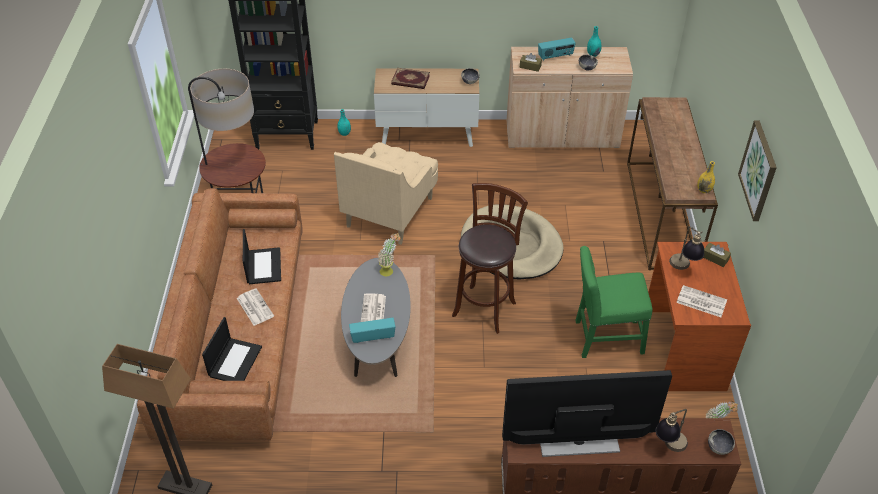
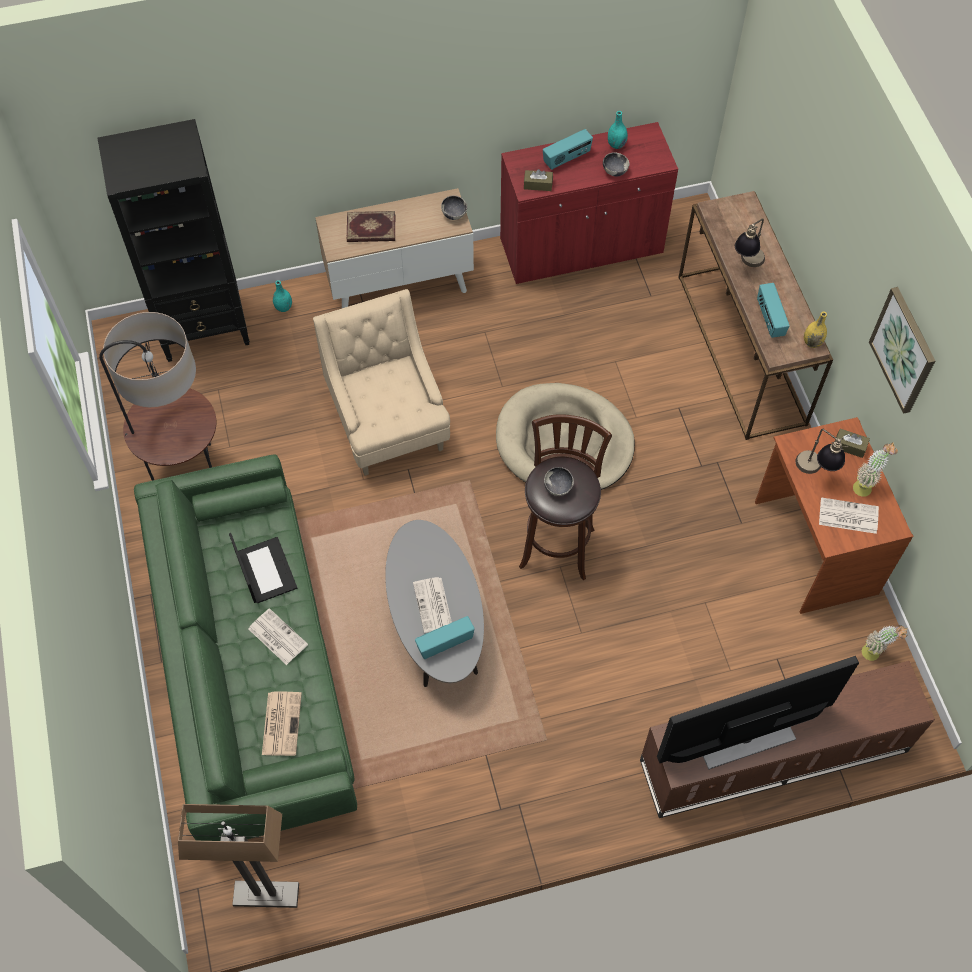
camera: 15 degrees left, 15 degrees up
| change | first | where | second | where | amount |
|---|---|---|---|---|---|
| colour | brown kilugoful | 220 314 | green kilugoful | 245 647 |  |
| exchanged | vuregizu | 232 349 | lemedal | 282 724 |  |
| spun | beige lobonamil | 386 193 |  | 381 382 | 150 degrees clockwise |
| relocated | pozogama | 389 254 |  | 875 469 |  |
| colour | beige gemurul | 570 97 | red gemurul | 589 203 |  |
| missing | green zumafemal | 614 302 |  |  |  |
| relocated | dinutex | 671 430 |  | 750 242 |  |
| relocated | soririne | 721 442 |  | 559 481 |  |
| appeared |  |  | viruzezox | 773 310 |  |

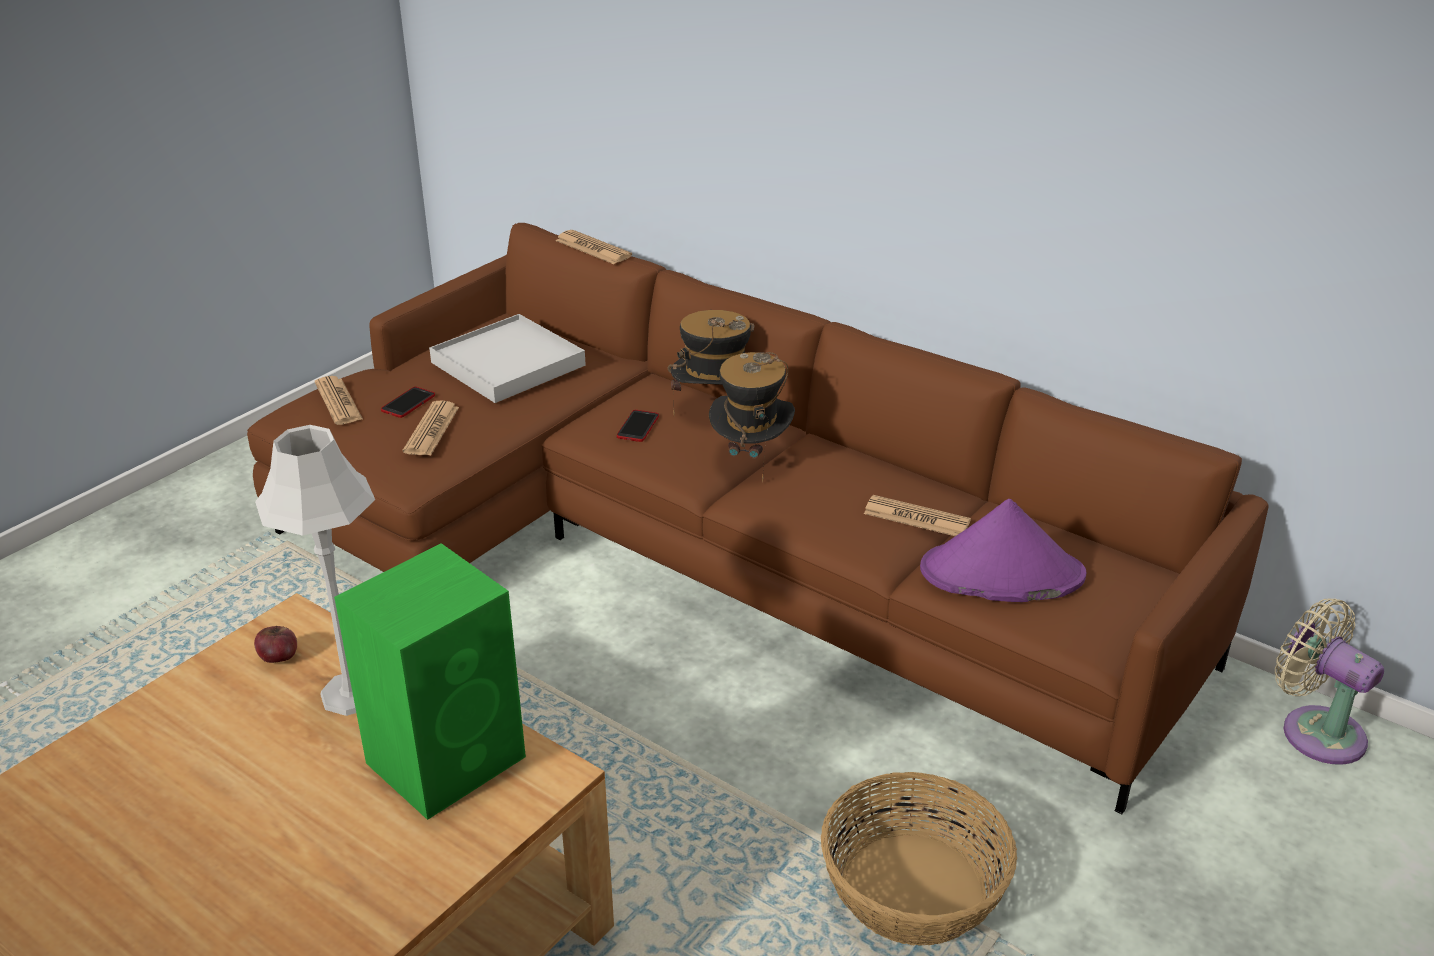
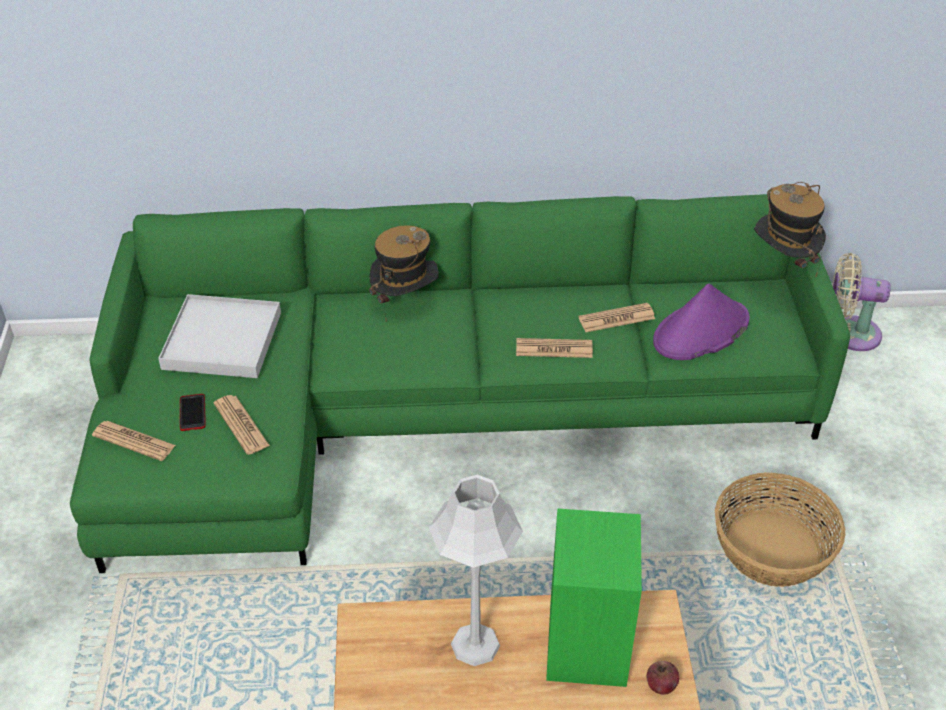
camera: 40 degrees left, 10 degrees up
| change | first | where | second | where | amount |
|---|---|---|---|---|---|
| colour | brown kilugoful | 758 518 | green kilugoful | 460 383 |  |
| relocated | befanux | 275 644 |  | 663 678 |  |
| relocated | lemedal | 593 247 |  | 554 348 |  |
| missing | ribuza | 638 426 |  |  |  |
| relocated | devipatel | 752 417 |  | 790 230 |  |

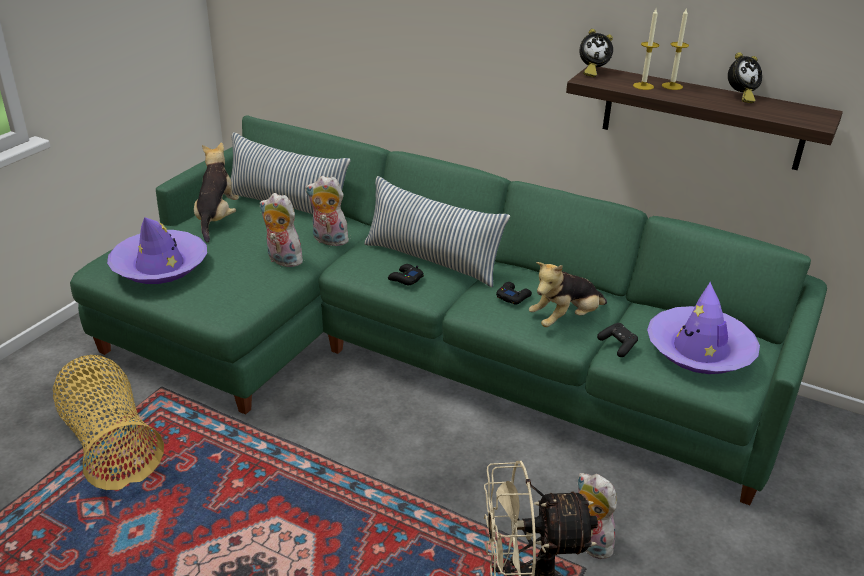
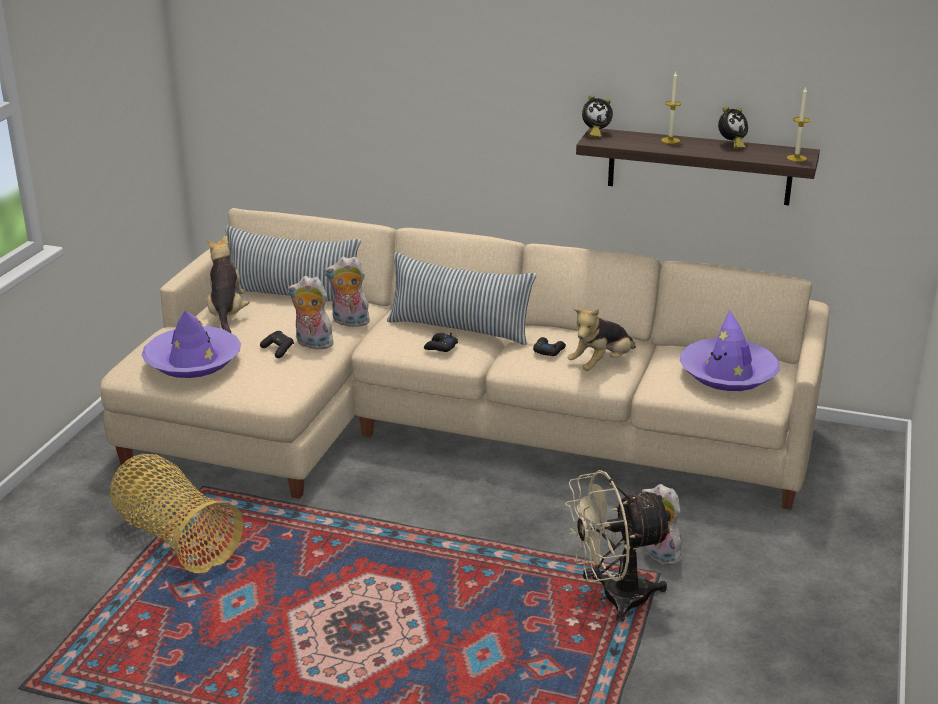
camera: 10 degrees left, 5 degrees down
| change | first | where | second | where | amount |
|---|---|---|---|---|---|
| colour | green kilugoful | 448 310 | beige kilugoful | 465 359 |  |
| relocated | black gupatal | 617 340 |  | 277 344 |  |
| relocated | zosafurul | 646 49 |  | 798 124 |  |

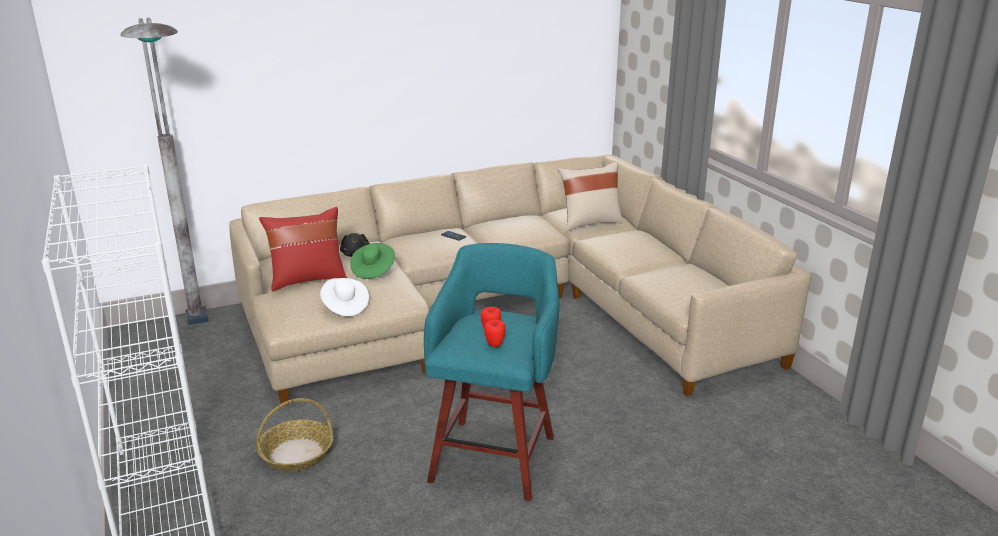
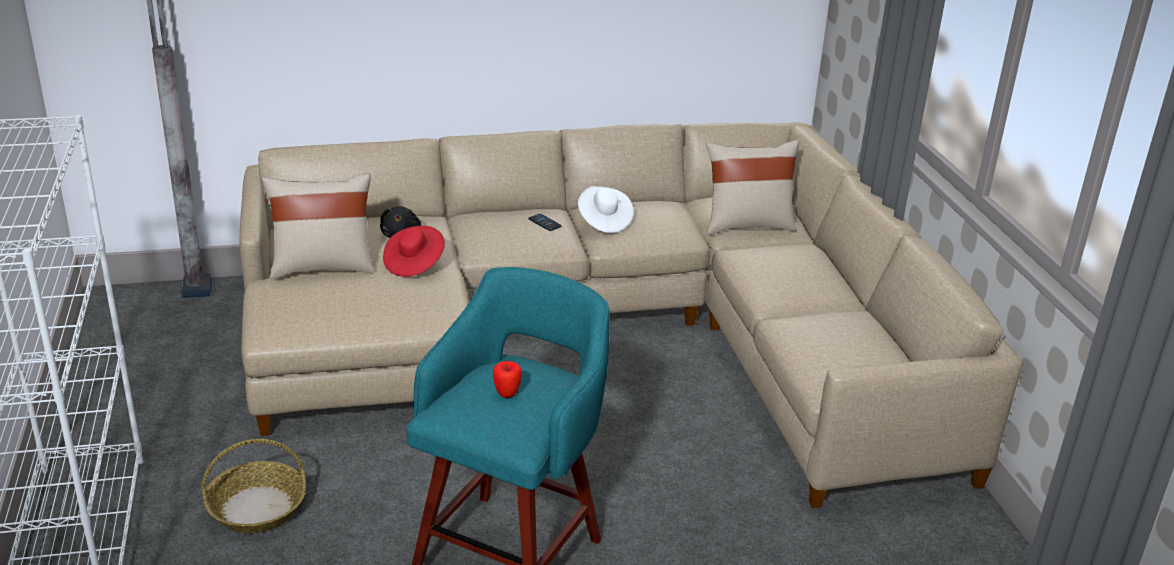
camera: 10 degrees right, 5 degrees up
| change | first | where | second | where | amount |
|---|---|---|---|---|---|
| colour | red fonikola | 303 249 | beige fonikola | 318 226 |  |
| relocated | white devipatel | 344 297 |  | 606 209 |  |
| colour | green devipatel | 372 261 | red devipatel | 414 251 |  |
| missing | befanux | 494 333 |  |  |  |

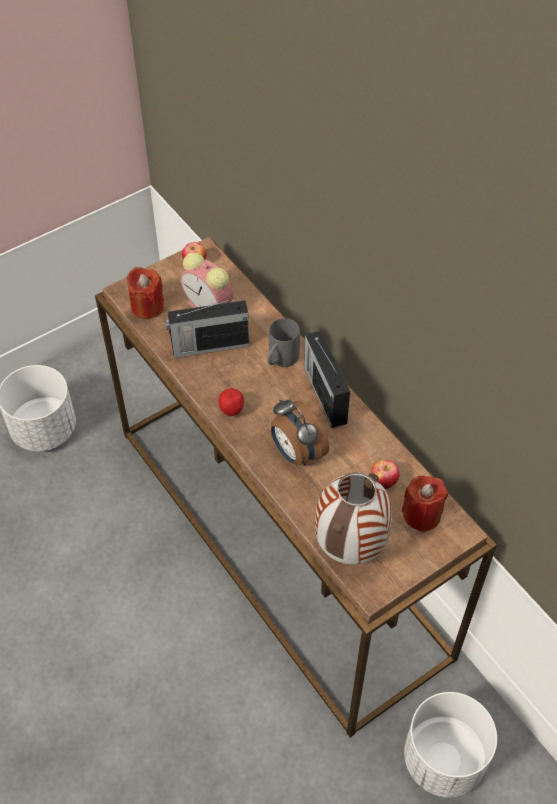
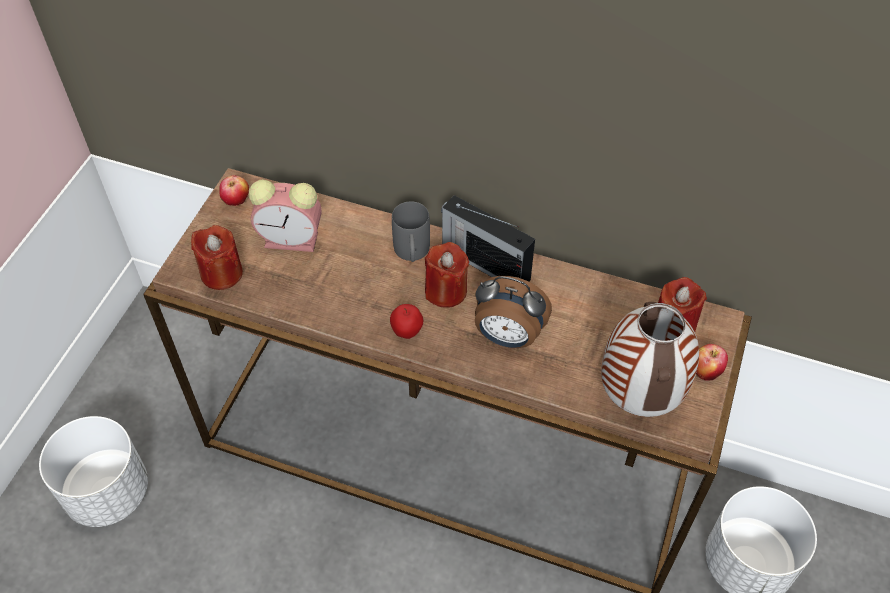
camera: 35 degrees left, 0 degrees up
| change | first | where | second | where | amount |
|---|---|---|---|---|---|
| missing | viruzezox | 207 328 |  |  |  |
| relocated | befanux | 385 474 |  | 712 362 |  |
| appeared |  |  | red zosafurul | 447 275 |  |

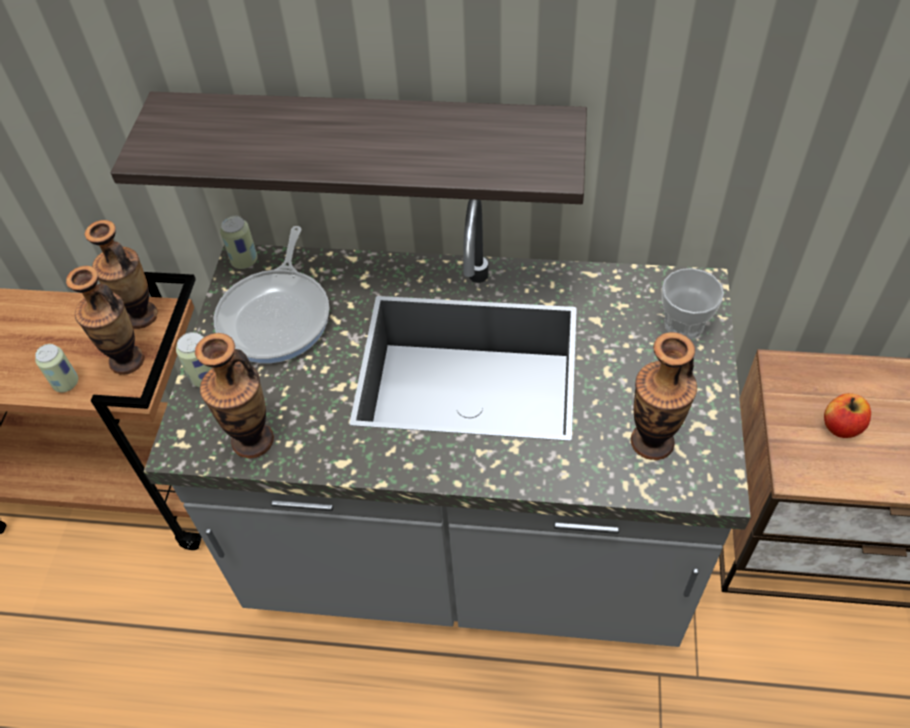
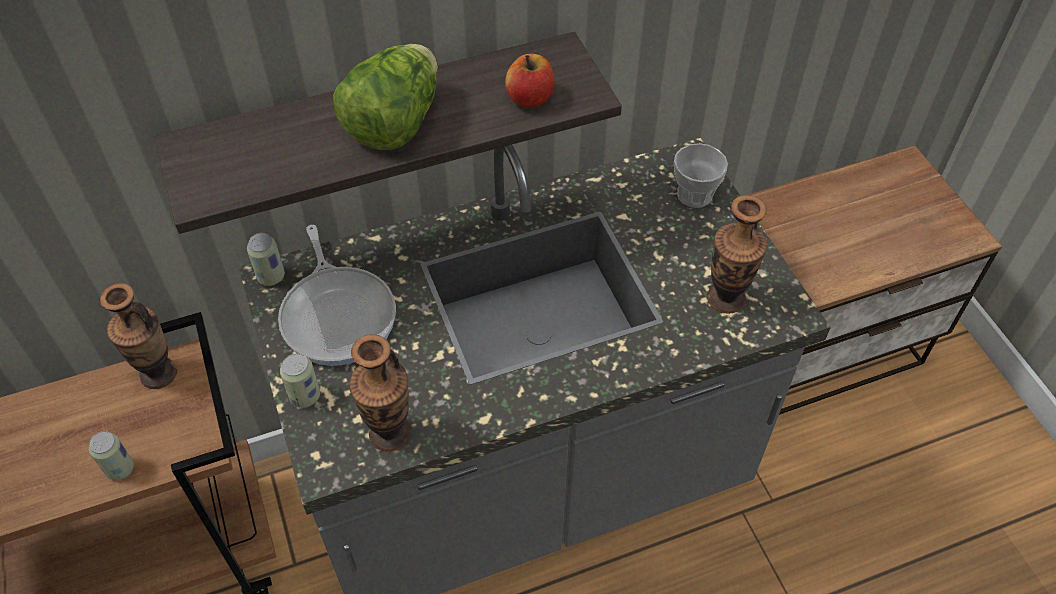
camera: 30 degrees left, 0 degrees up
| change | first | where | second | where | amount |
|---|---|---|---|---|---|
| missing | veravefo | 105 320 |  |  |  |
| relocated | befanux | 847 415 |  | 529 81 |  |
| appeared |  |  | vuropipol | 385 97 |  |

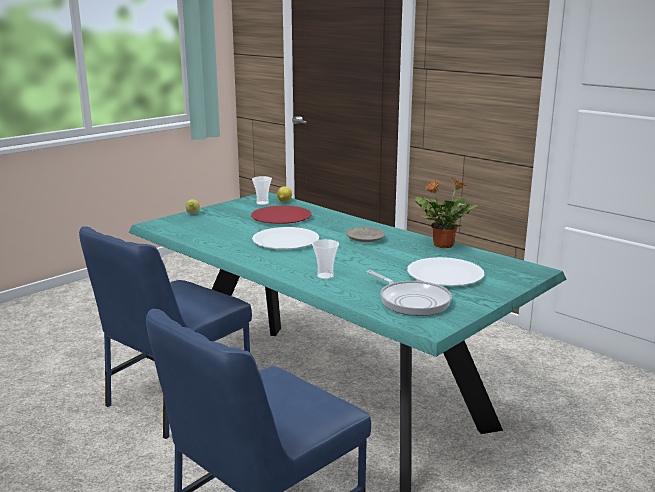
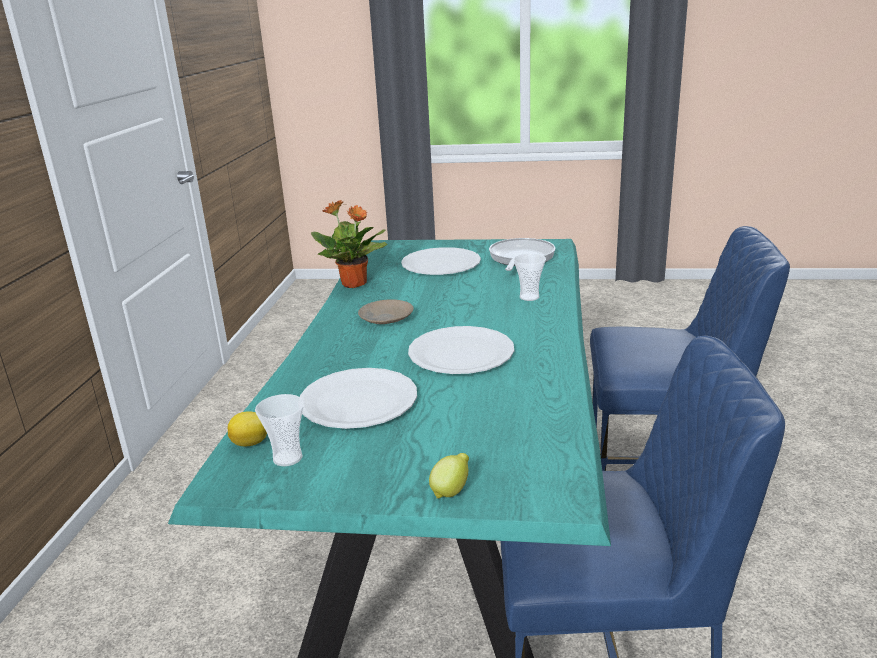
camera: 125 degrees left, 5 degrees up
| change | first | where | second | where | amount |
|---|---|---|---|---|---|
| colour | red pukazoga | 281 215 | white pukazoga | 358 398 |  |

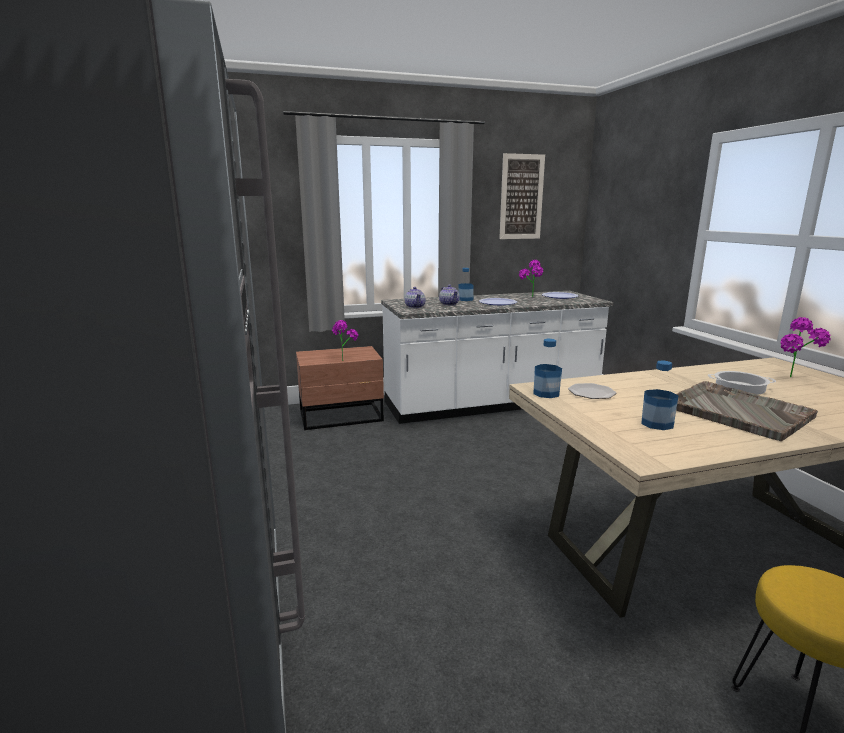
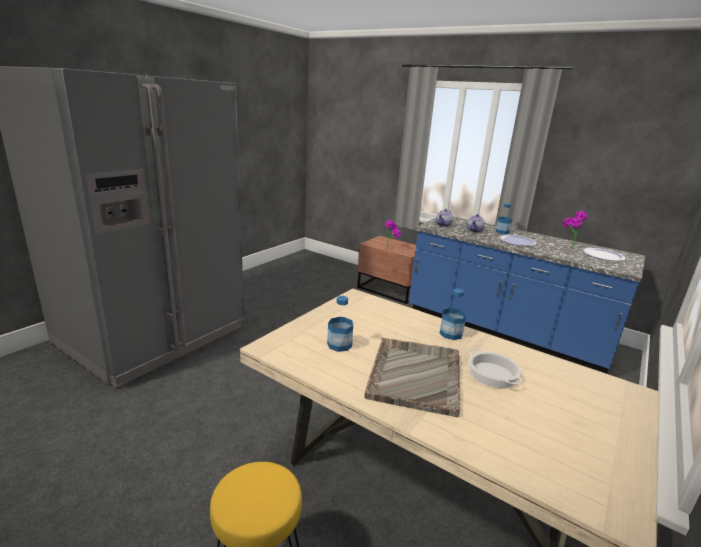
camera: 50 degrees right, 5 degrees up
| change | first | where | second | where | amount |
|---|---|---|---|---|---|
| colour | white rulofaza | 497 357 | blue rulofaza | 527 295 |  |
| missing | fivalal | 522 196 |  |  |  |
| relocated | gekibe | 547 368 |  | 453 314 |  |
| missing | pukazoga | 592 391 |  |  |  |
| missing | pozogama | 805 347 |  |  |  |

